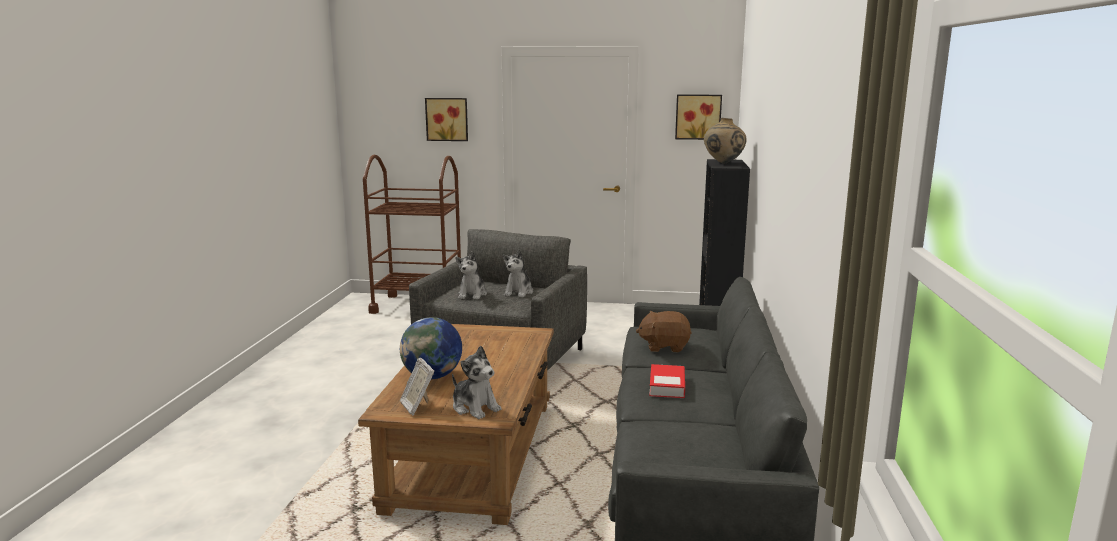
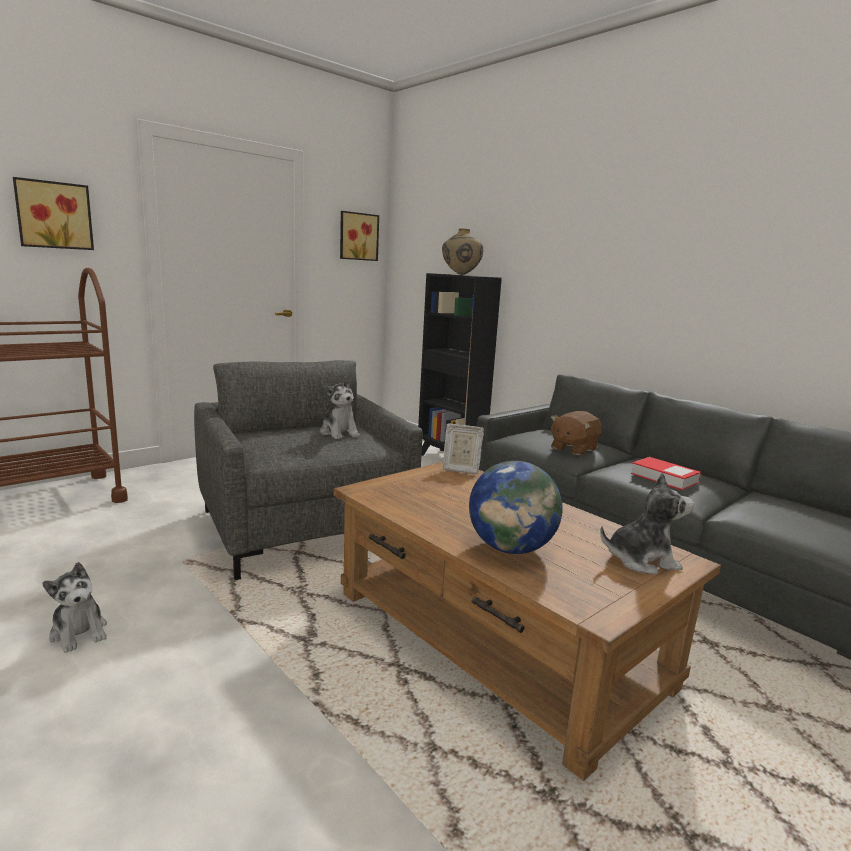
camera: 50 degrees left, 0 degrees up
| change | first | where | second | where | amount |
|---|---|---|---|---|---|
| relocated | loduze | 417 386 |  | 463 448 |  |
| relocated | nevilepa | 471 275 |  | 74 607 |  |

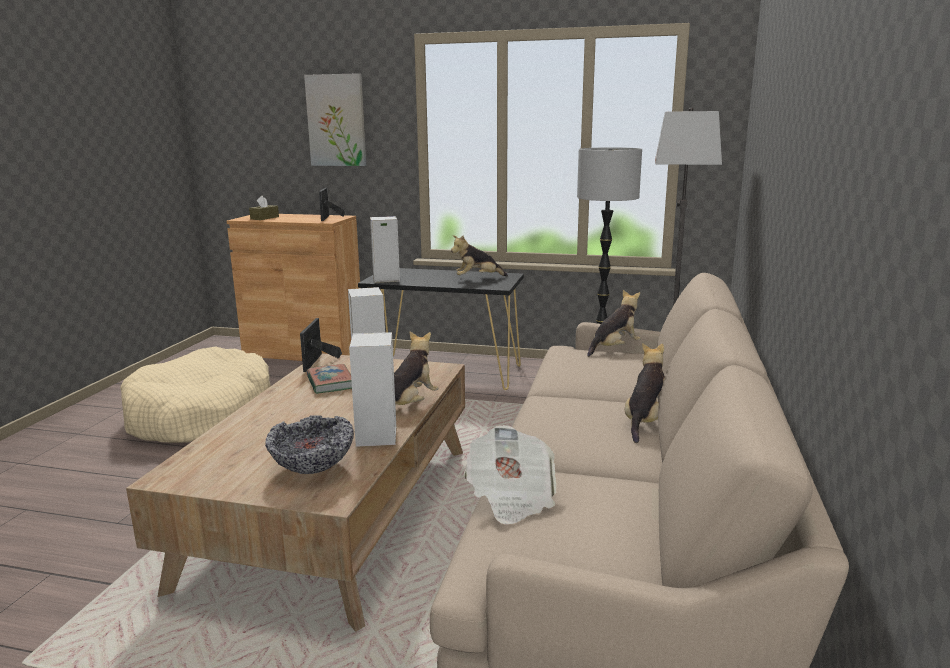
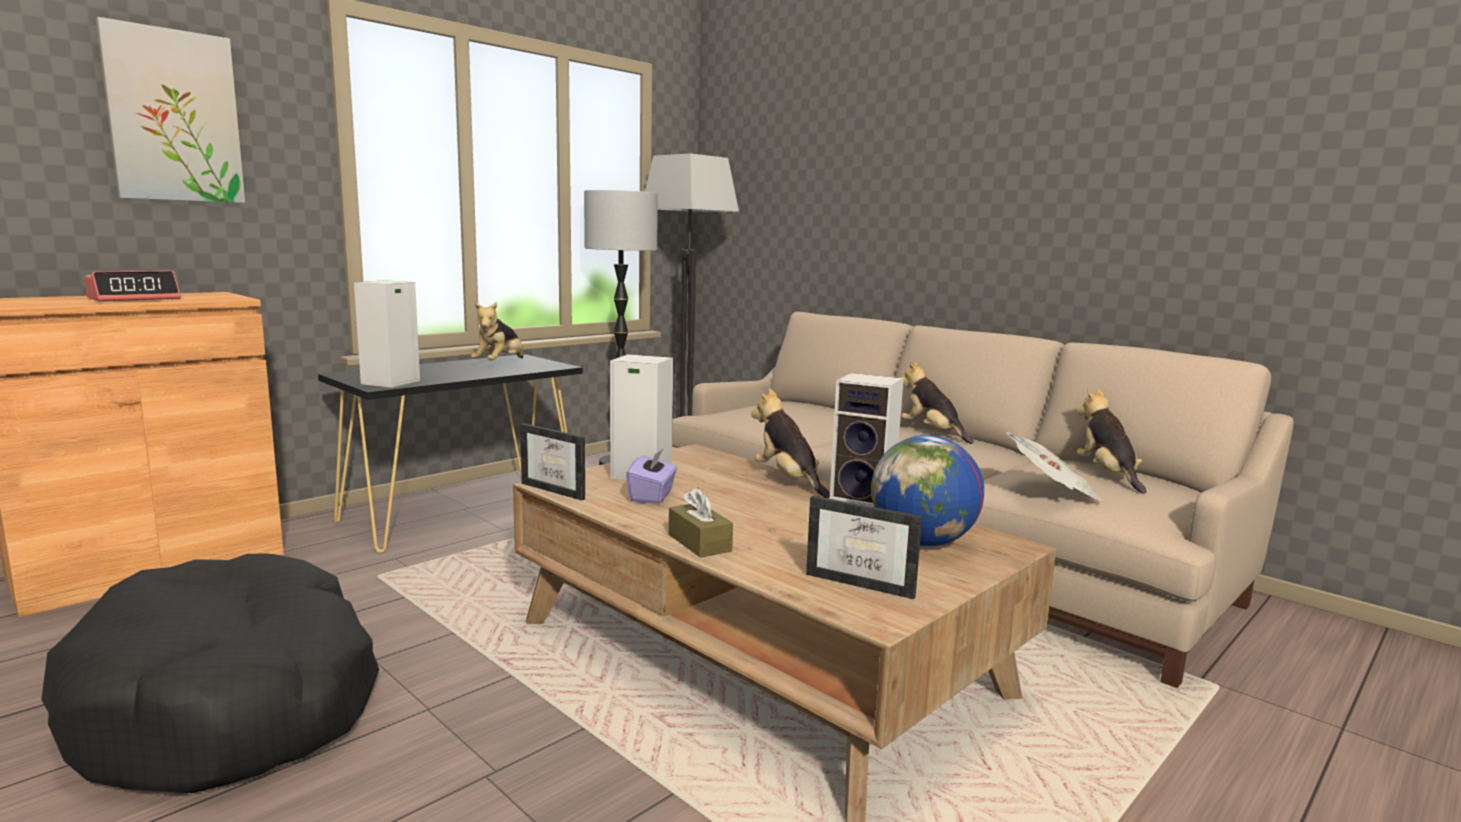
camera: 60 degrees left, 5 degrees down
| change | first | where | second | where | amount |
|---|---|---|---|---|---|
| colour | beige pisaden | 195 394 | black pisaden | 210 673 |  |
| relocated | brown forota | 264 208 |  | 701 522 |  |
| exchanged | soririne | 309 444 | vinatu | 927 490 |  |
| exchanged | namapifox | 329 379 | purple forota | 651 476 |  |
| relocated | loduze | 332 204 |  | 864 547 |  |
| relocated | nevilepa | 614 323 |  | 1111 441 |  |
| appeared |  |  | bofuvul | 132 286 |  |

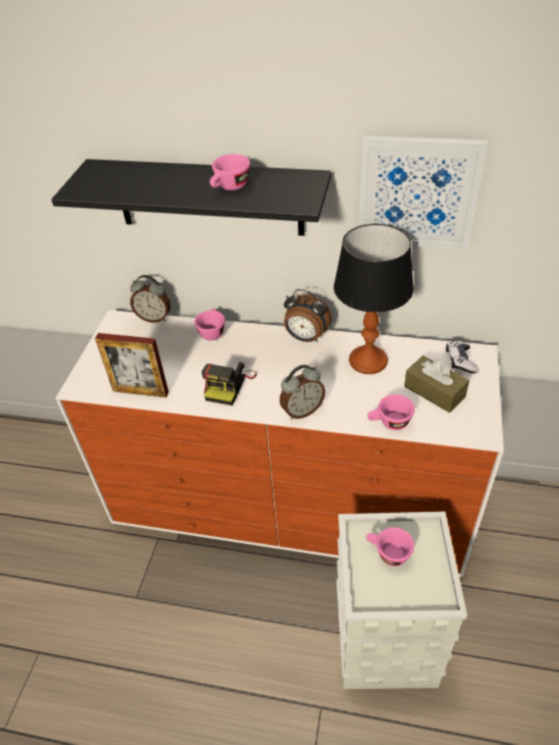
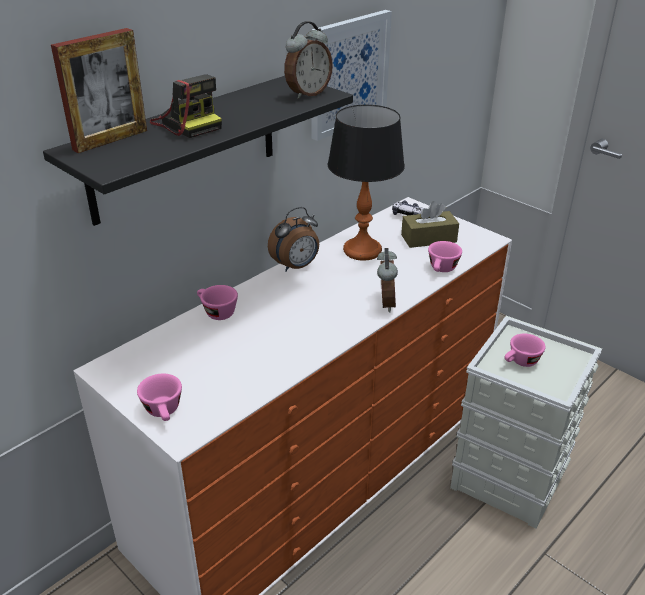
camera: 60 degrees left, 10 degrees down
| change | first | where | second | where | amount |
|---|---|---|---|---|---|
| relocated | loduze | 132 365 |  | 99 90 |  |
| relocated | bofuvul | 150 299 |  | 308 60 |  |
| relocated | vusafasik | 229 384 |  | 186 106 |  |
| relocated | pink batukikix | 230 172 |  | 159 397 |  |

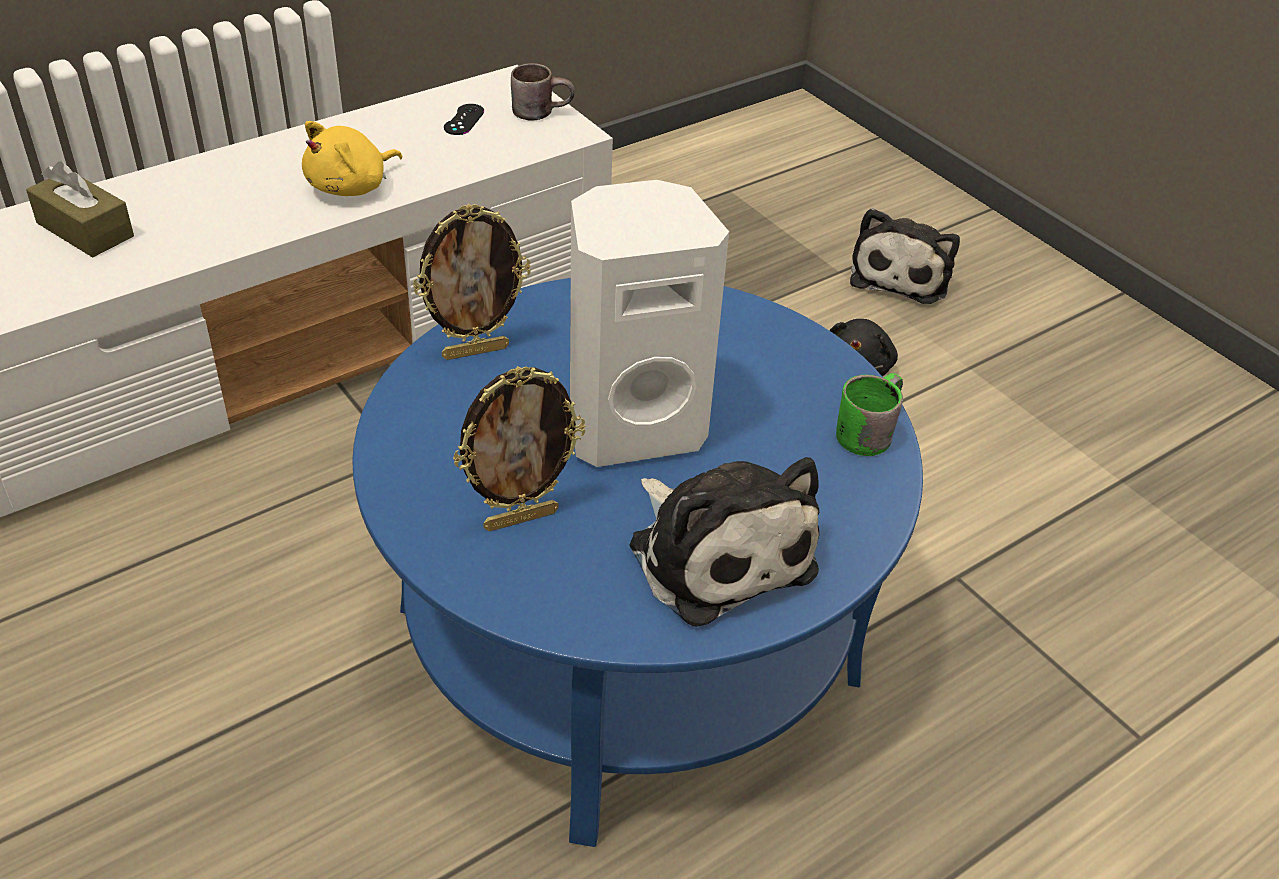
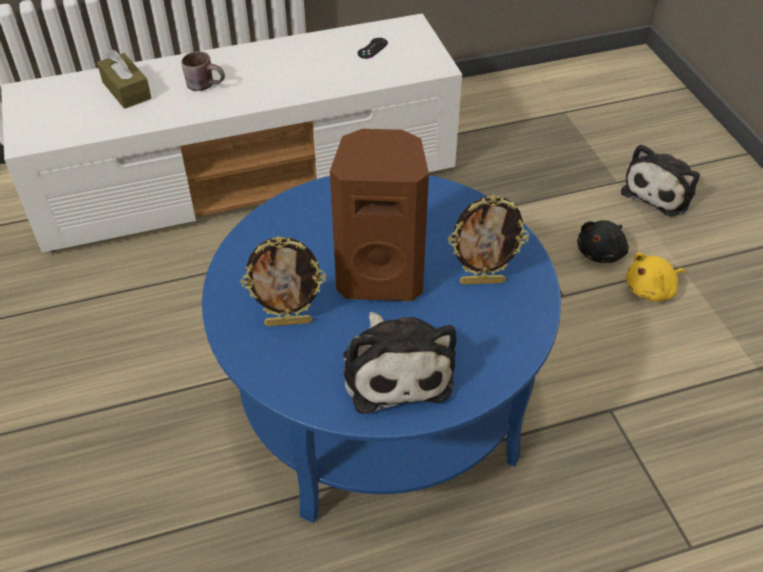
camera: 20 degrees right, 5 degrees up
| change | first | where | second | where | amount |
|---|---|---|---|---|---|
| relocated | yellow nevilepa | 352 158 |  | 655 277 |  |
| relocated | loduze | 472 281 |  | 488 240 |  |
| relocated | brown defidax | 543 91 |  | 203 71 |  |
| colour | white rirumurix | 649 323 | brown rirumurix | 379 215 |  |
| missing | green defidax | 869 414 |  |  |  |

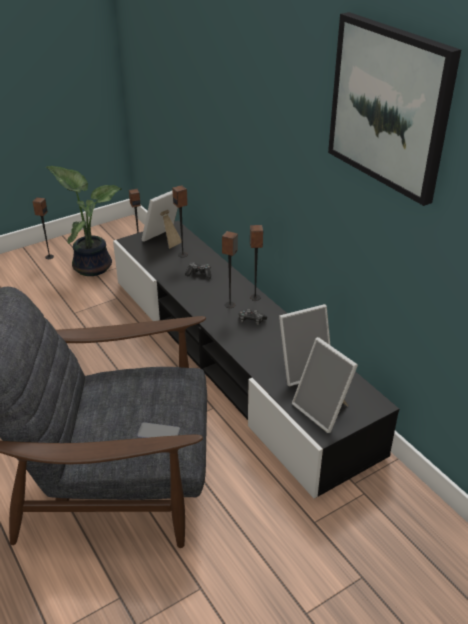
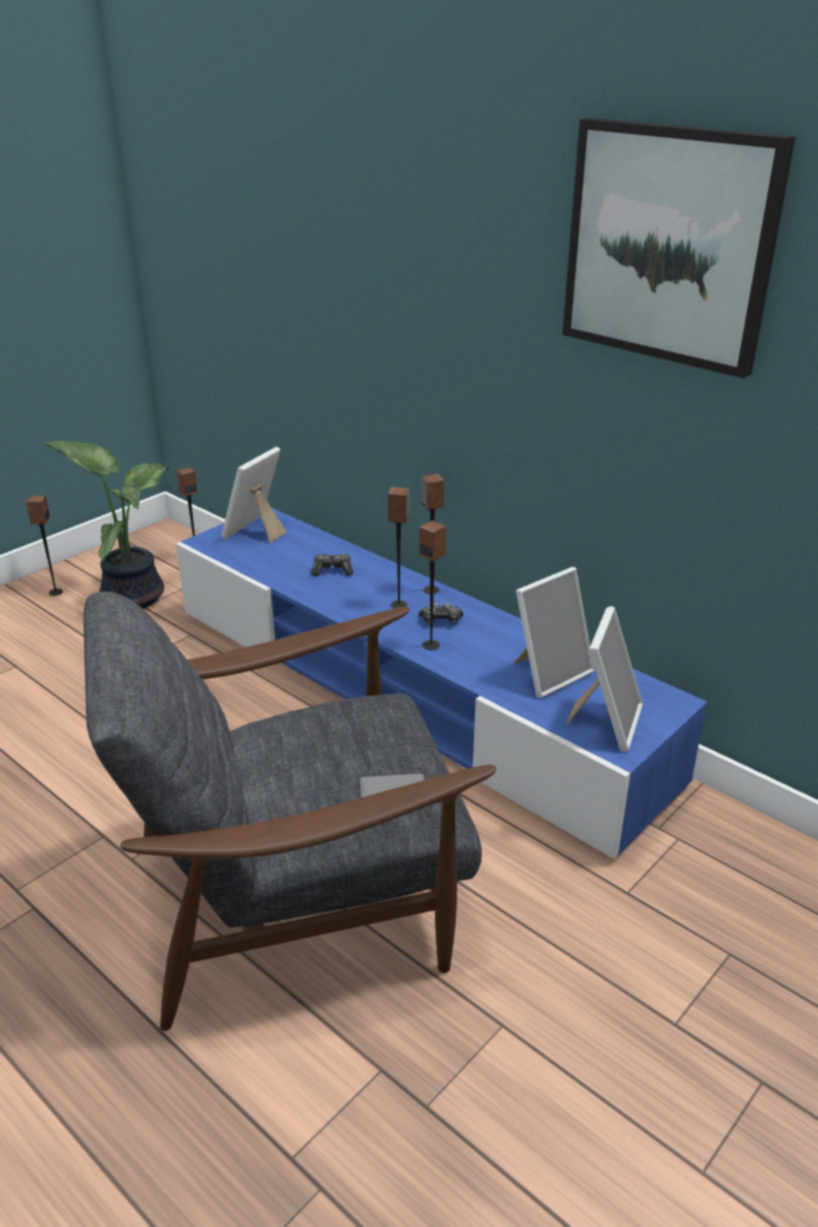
camera: 15 degrees left, 5 degrees down
| change | first | where | second | where | amount |
|---|---|---|---|---|---|
| colour | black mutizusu | 256 360 | blue mutizusu | 441 683 |  |
| relocated | rirumurix | 180 221 |  | 433 585 |  |
| spun | loduze | 325 385 |  | 604 679 | 105 degrees counterclockwise |

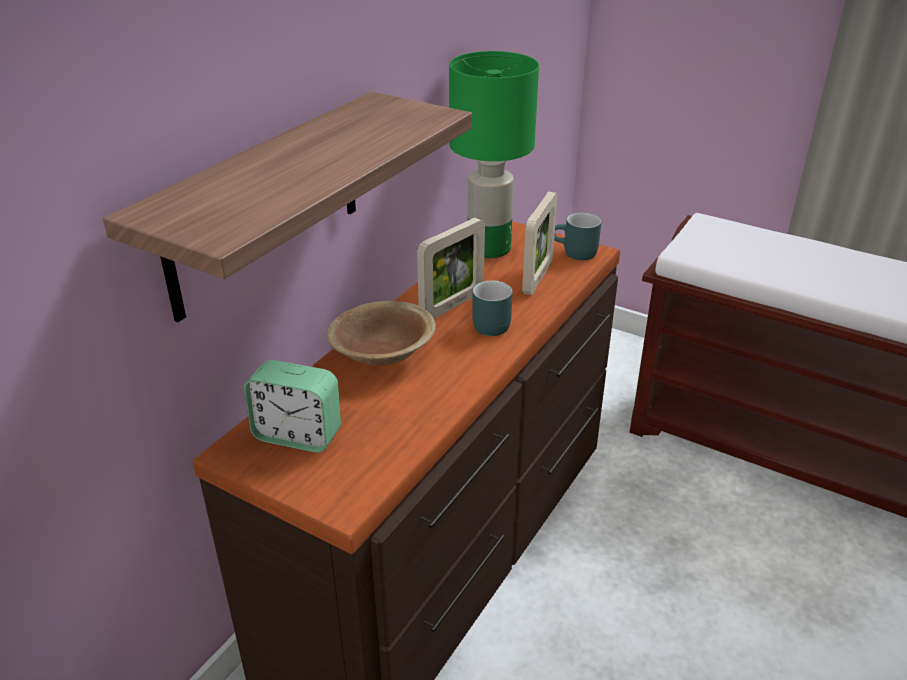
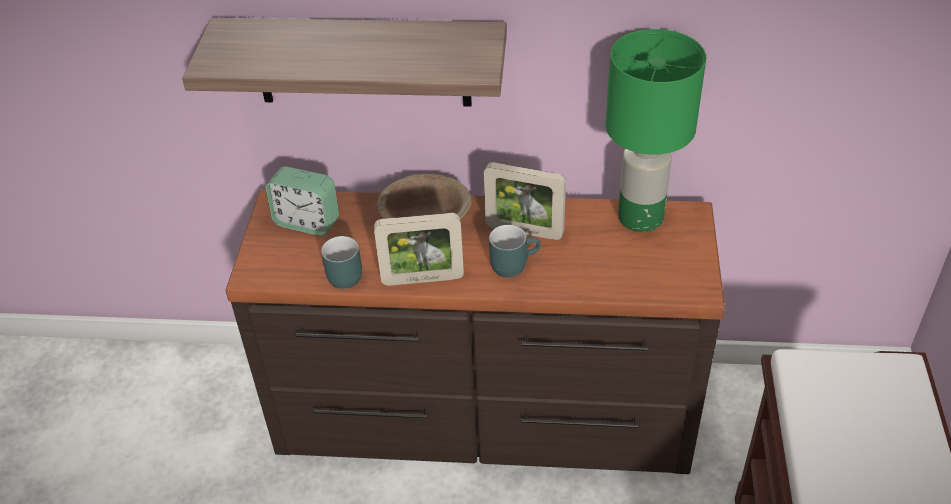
camera: 65 degrees right, 10 degrees up
| change | first | where | second | where | amount |
|---|---|---|---|---|---|
| spun | bofuvul | 292 406 |  | 302 201 | 60 degrees counterclockwise |
| relocated | loduze | 539 243 |  | 419 249 |  |
| relocated | turquoise defidax | 578 236 |  | 341 262 |  |

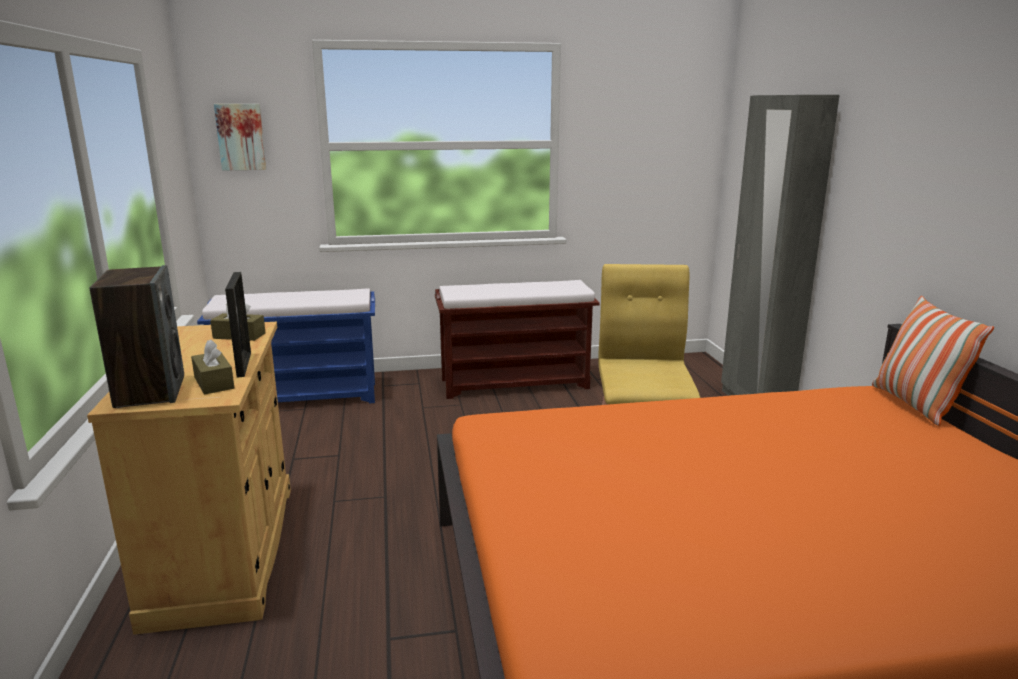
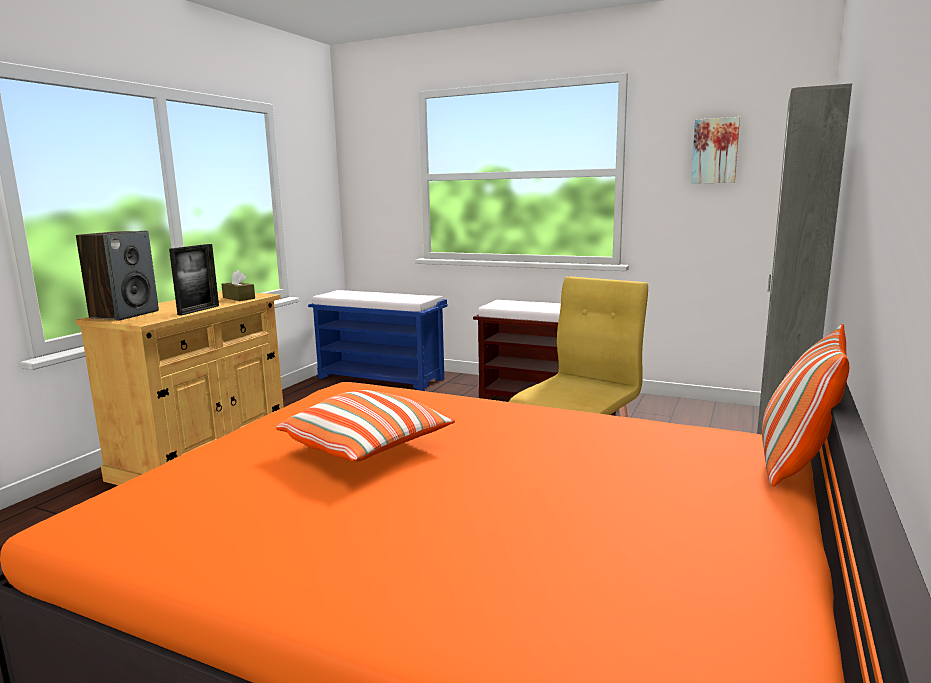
camera: 35 degrees right, 5 degrees down
| change | first | where | second | where | amount |
|---|---|---|---|---|---|
| missing | brown forota | 212 366 |  |  |  |
| relocated | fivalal | 240 137 |  | 715 150 |  |
| appeared |  |  | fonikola | 365 425 |  |

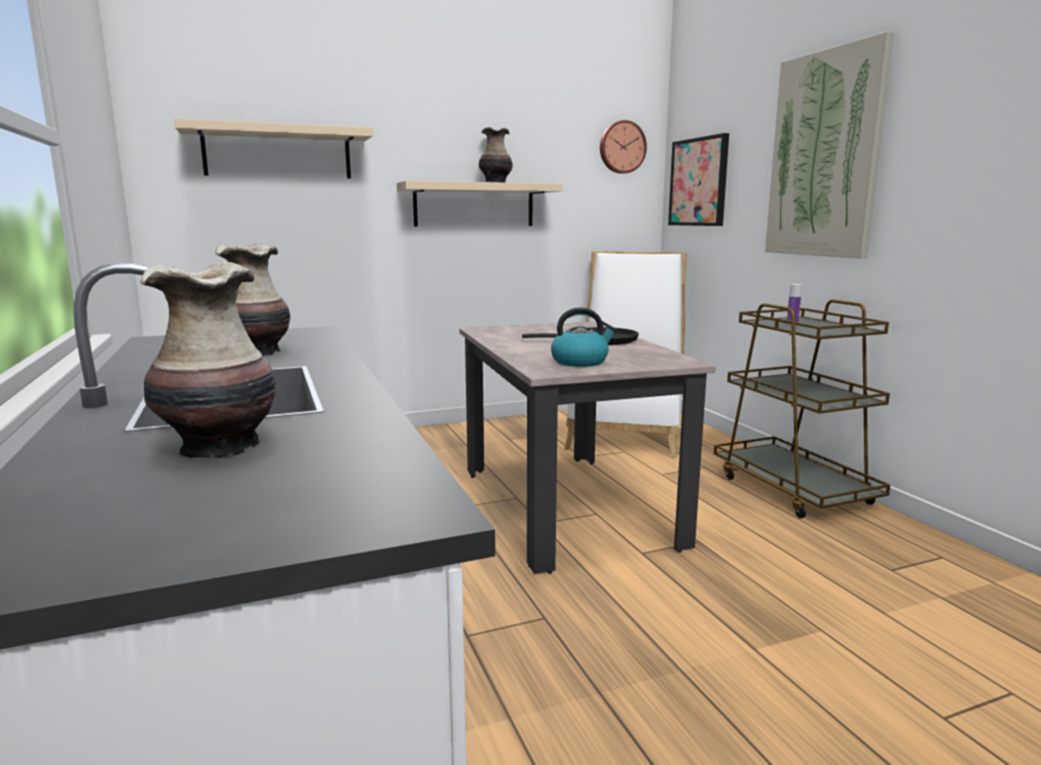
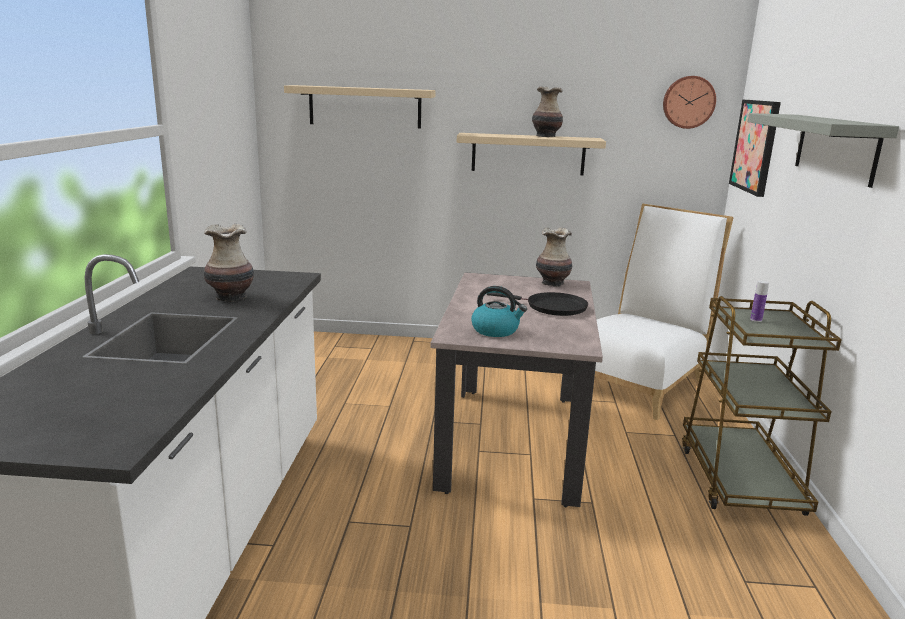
camera: 25 degrees right, 5 degrees up
| change | first | where | second | where | amount |
|---|---|---|---|---|---|
| relocated | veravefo | 208 360 |  | 554 257 |  |
| exchanged | fivalal | 829 144 | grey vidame | 823 150 |  |

